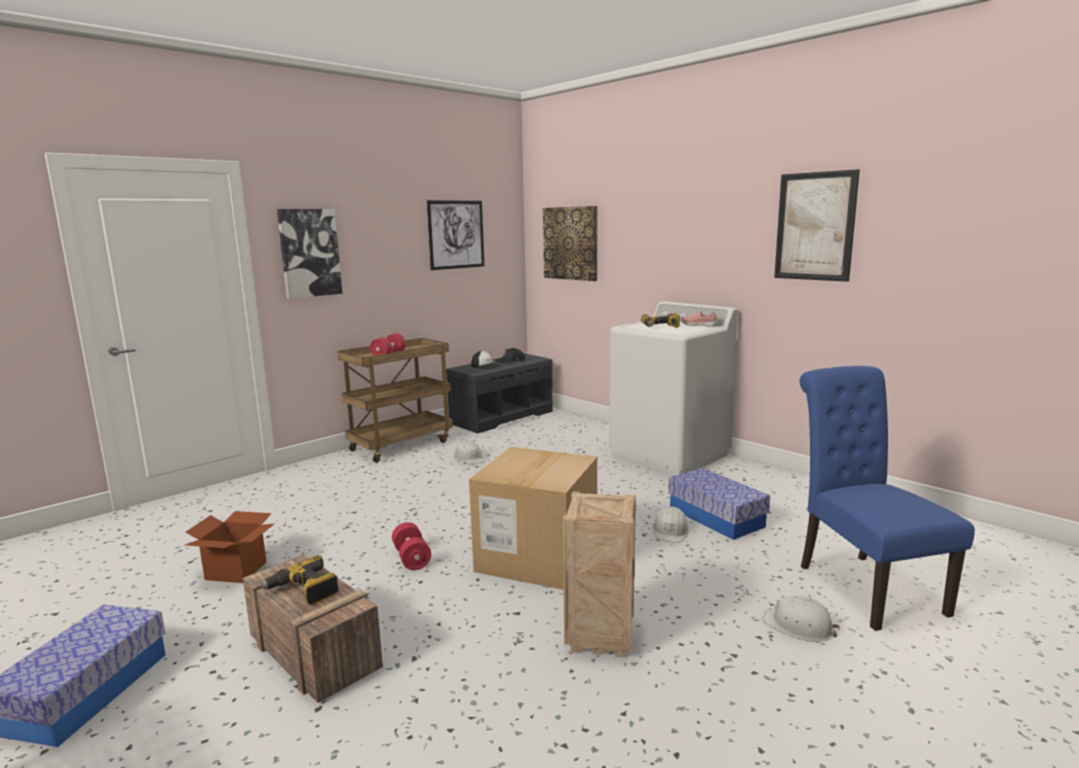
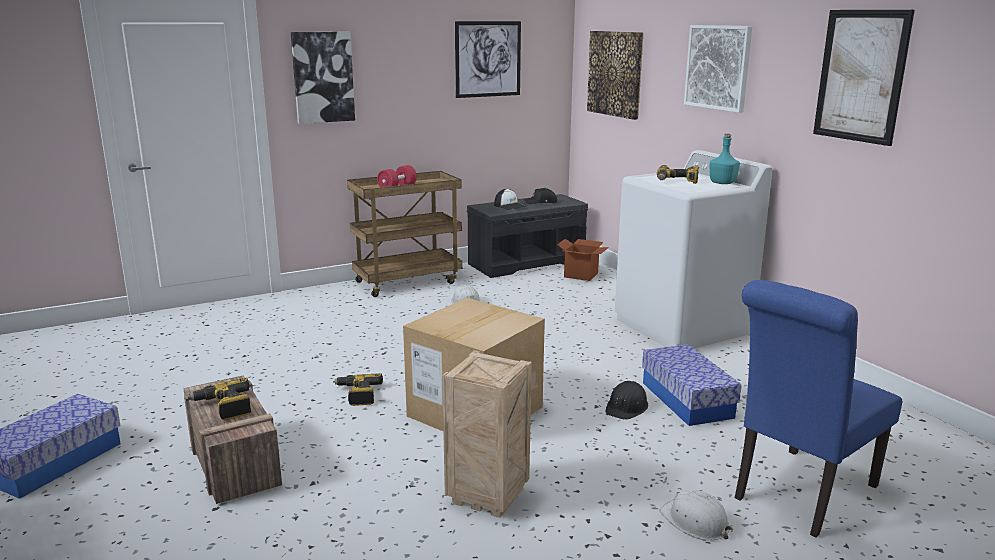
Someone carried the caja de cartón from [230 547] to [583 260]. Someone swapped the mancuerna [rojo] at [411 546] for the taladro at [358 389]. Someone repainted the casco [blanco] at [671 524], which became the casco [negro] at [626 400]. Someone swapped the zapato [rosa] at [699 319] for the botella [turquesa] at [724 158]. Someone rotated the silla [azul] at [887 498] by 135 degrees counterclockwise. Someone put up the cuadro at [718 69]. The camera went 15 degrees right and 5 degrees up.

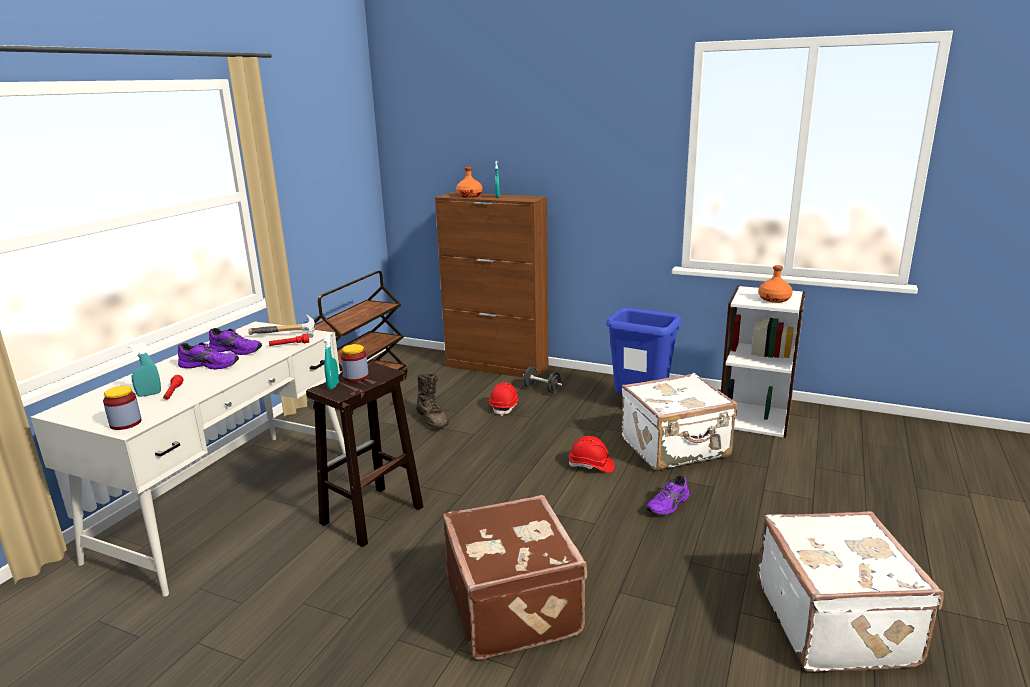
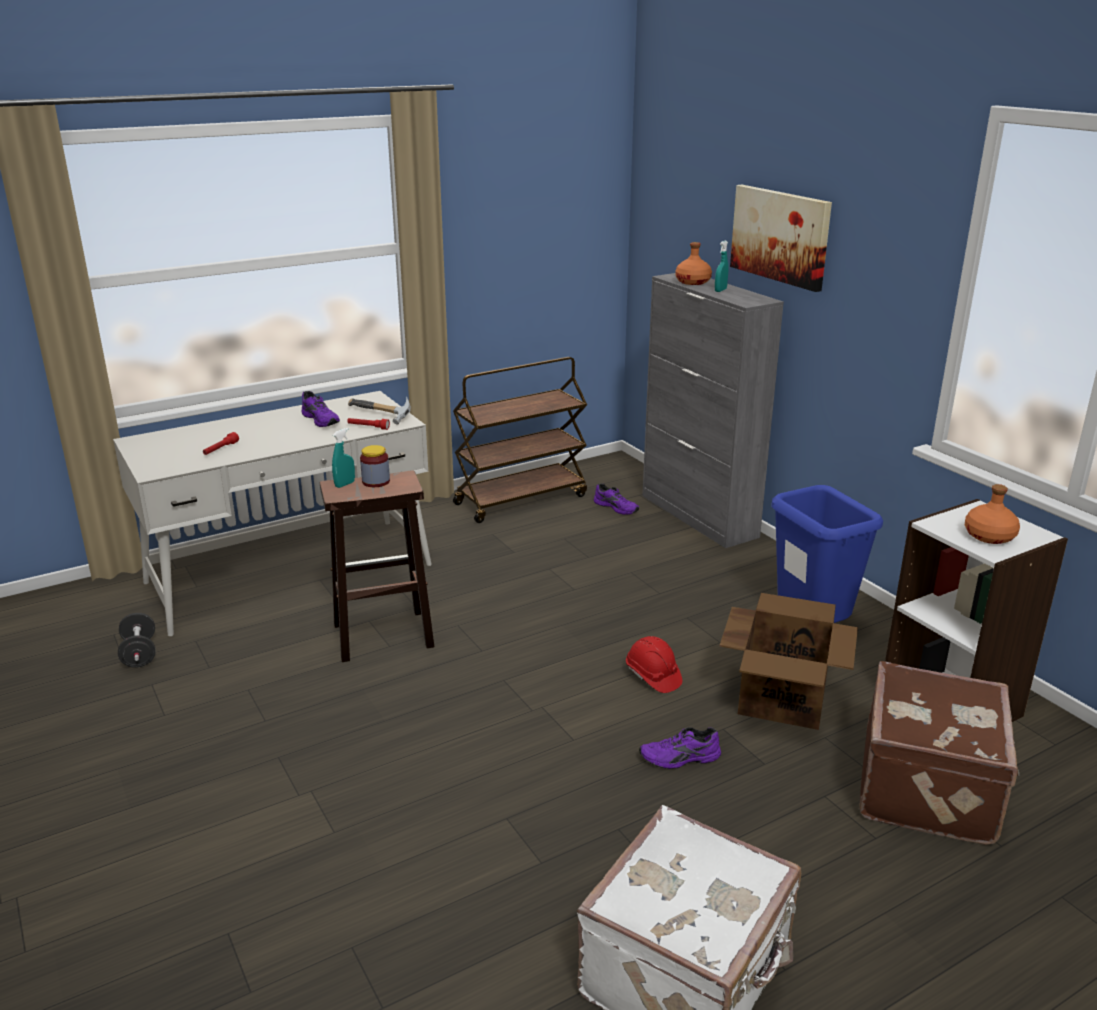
Someone took away the tarro at [122 408]. Someone took away the pulverizador [turquesa] at [144 370]. Someone carried the zapato [morado] from [208 356] to [616 499]. Someone took away the bota [marrón] at [432 401]. Someone repainted the armario [marrón] at [491 285], which became the armario [gris] at [713 410]. Someone carried the maleta [marrón] from [515 577] to [939 753]. Someone took away the casco [rojo] at [504 399]. Someone carried the mancuerna [negro] from [542 380] to [137 640]. Someone swapped the maleta [blanco] at [679 421] for the caja de cartón at [789 661]. Someone put up the cuadro at [781 238]. The camera went 35 degrees right and 5 degrees up.

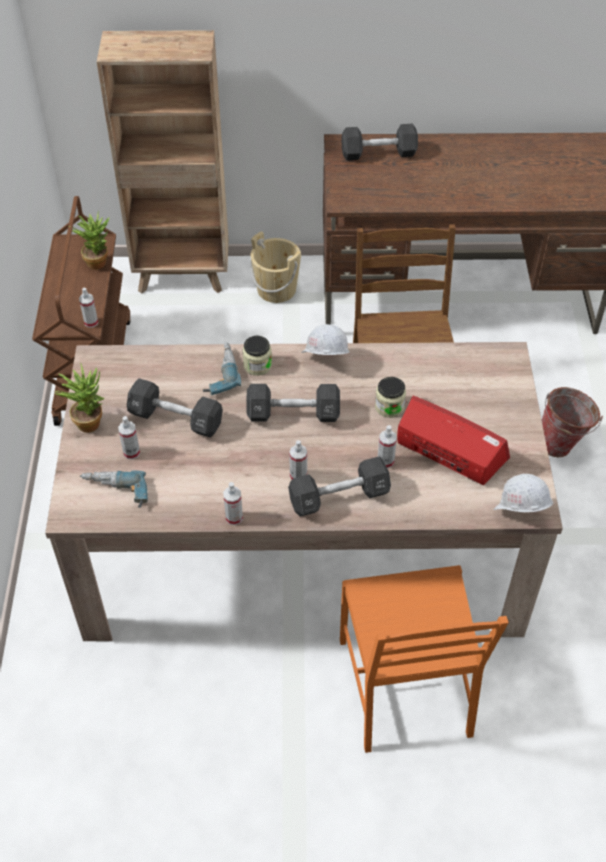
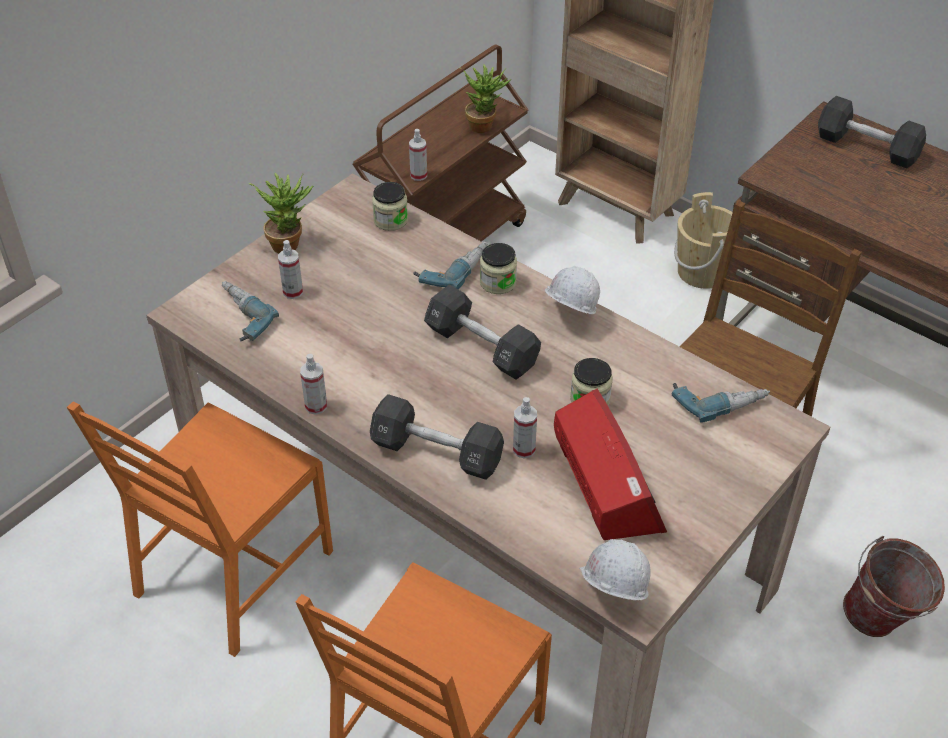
Someone took away the mancuerna [negro] at [175 408]. Someone took away the pulverizador at [298 460]. Someone put down the silla [naranja] at [200 529]. Someone put down the tarro at [390 206]. Someone put down the taladro at [721 403]. The camera went 40 degrees right and 5 degrees down.

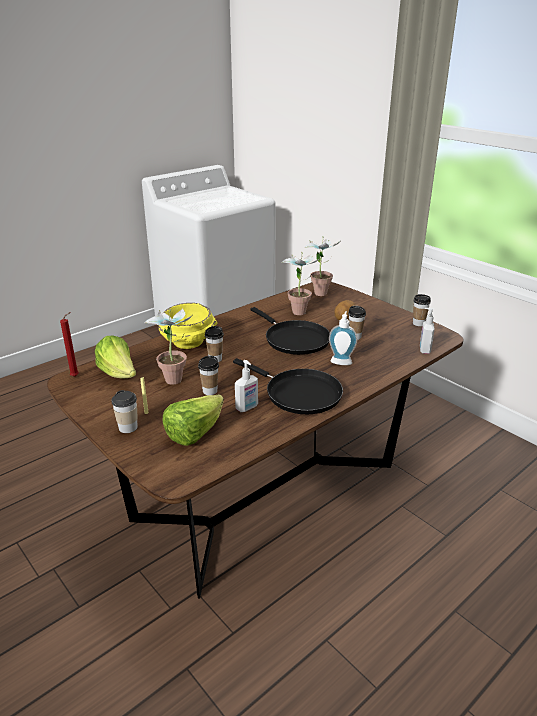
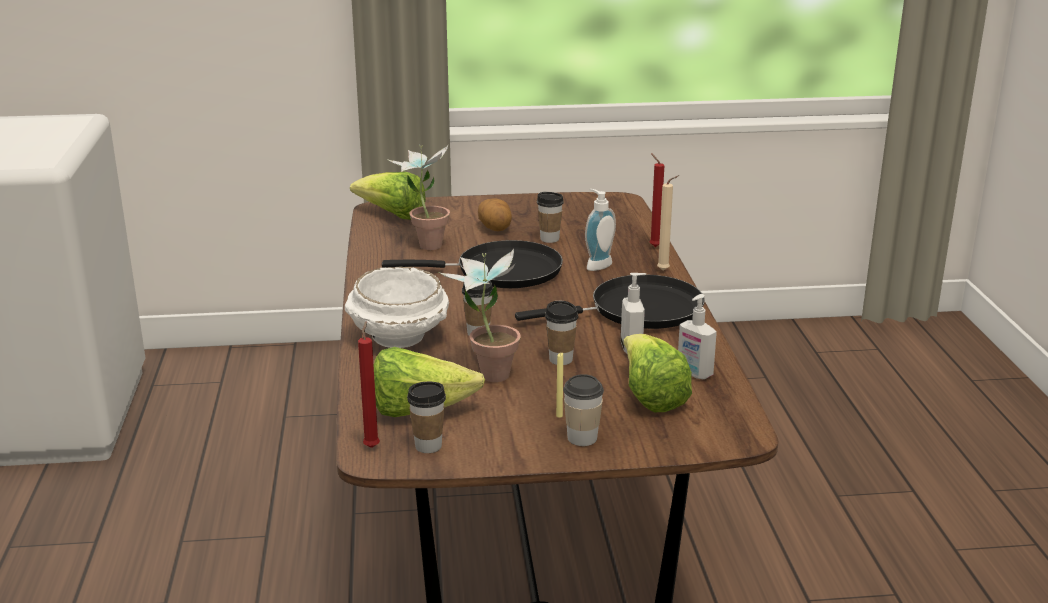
Someone repainted the cuenco [amarillo] at [188 326], which became the cuenco [blanco] at [397 307]. Someone swapped the planta en maceta at [322 266] for the lechuga at [388 196]. Someone carried the taza from [422 310] to [426 417]. Someone carried the dispensador de jabón from [427 331] to [697 336]. Someone put down the vela [rojo] at [657 200]. Someone put down the vela [beis] at [668 222]. The camera went 55 degrees left and 5 degrees down.

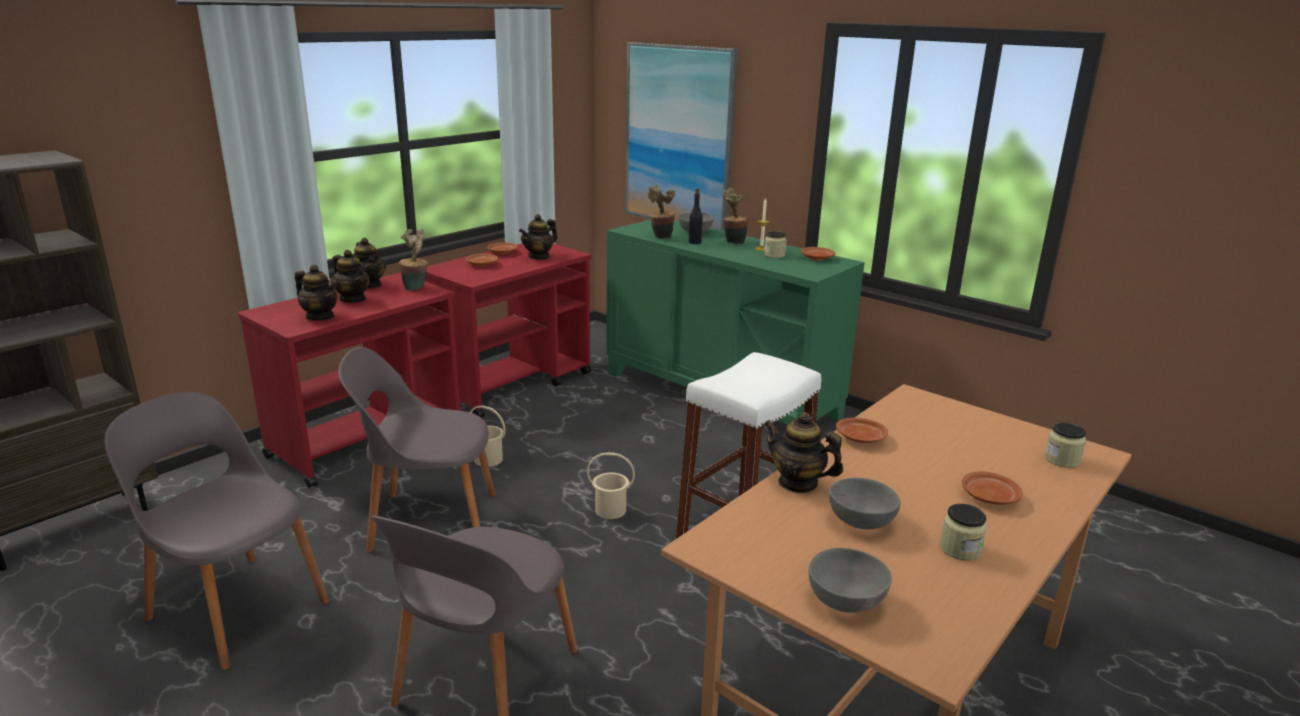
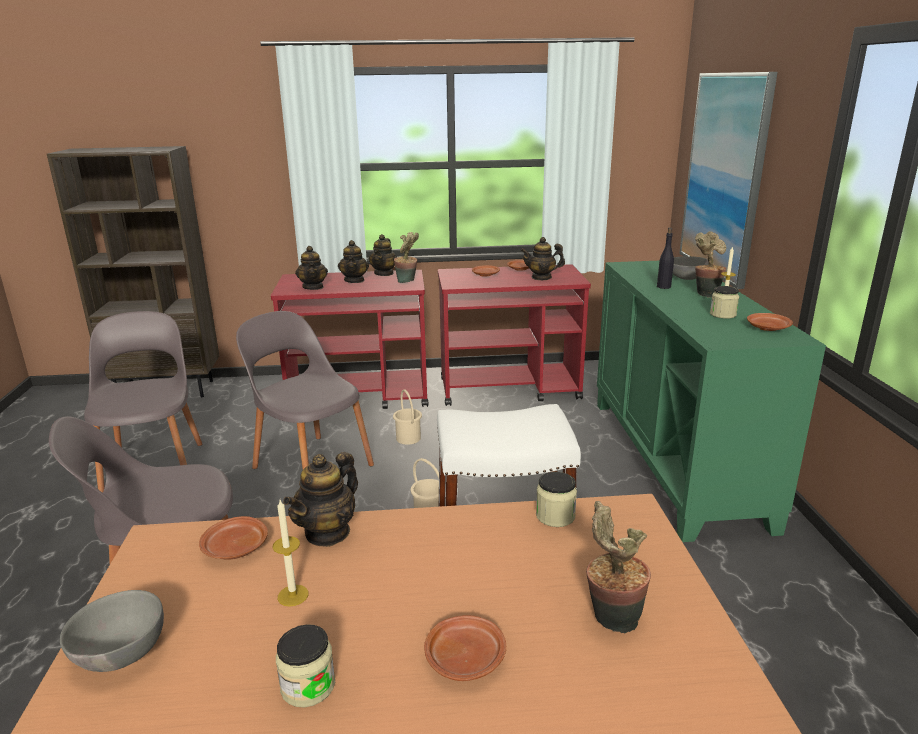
Someone carried the planta en maceta from [661 212] to [618 567]. Someone rotated the tetera at [803 452] by 135 degrees counterclockwise. Someone swapped the cuenco [gris] at [864 503] for the vela at [290 553]. Someone carried the plato [marrón] from [862 430] to [233 538]. Someone carried the tarro from [1065 445] to [556 499]. The camera went 45 degrees right and 0 degrees up.

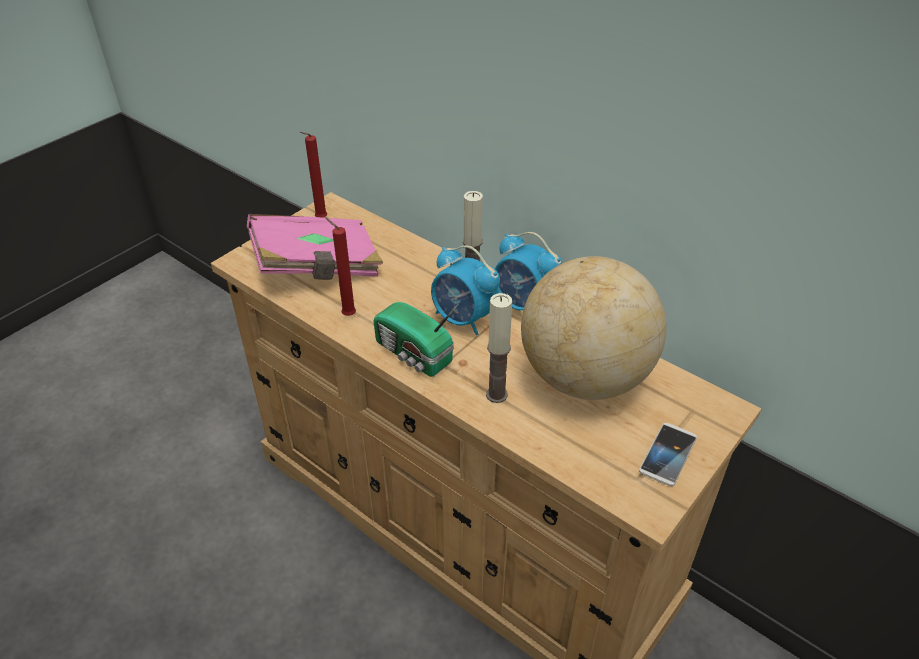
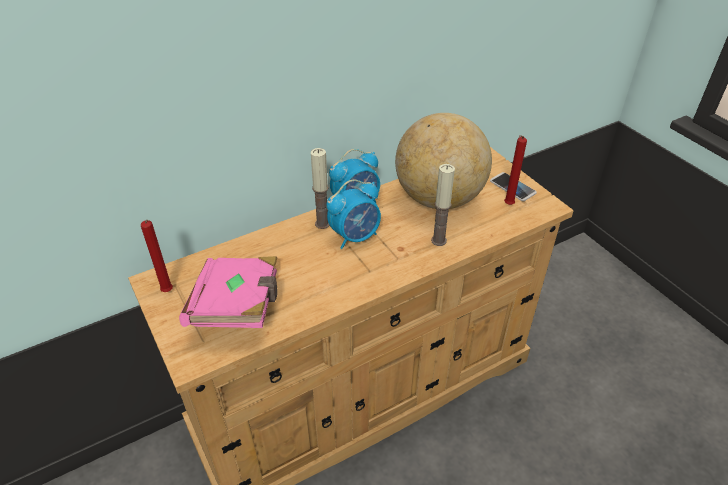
Someone carried the vela [rojo] from [340 266] to [515 170]. Someone took away the radio at [416 339]. The camera went 70 degrees left and 0 degrees up.

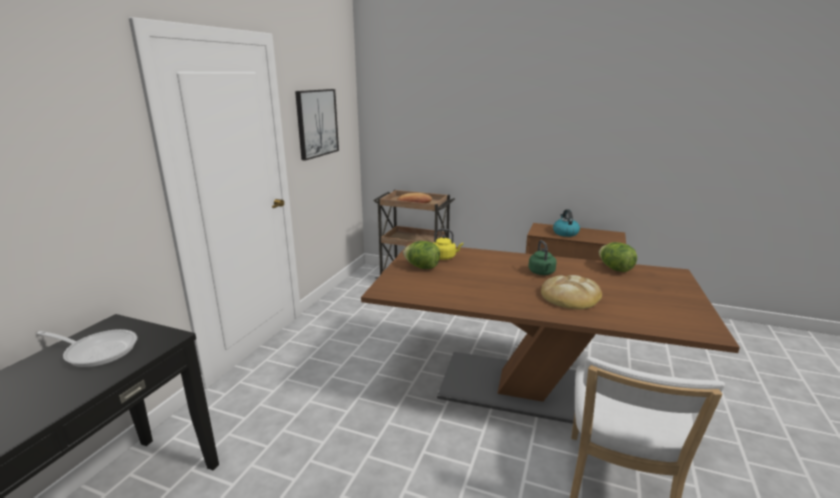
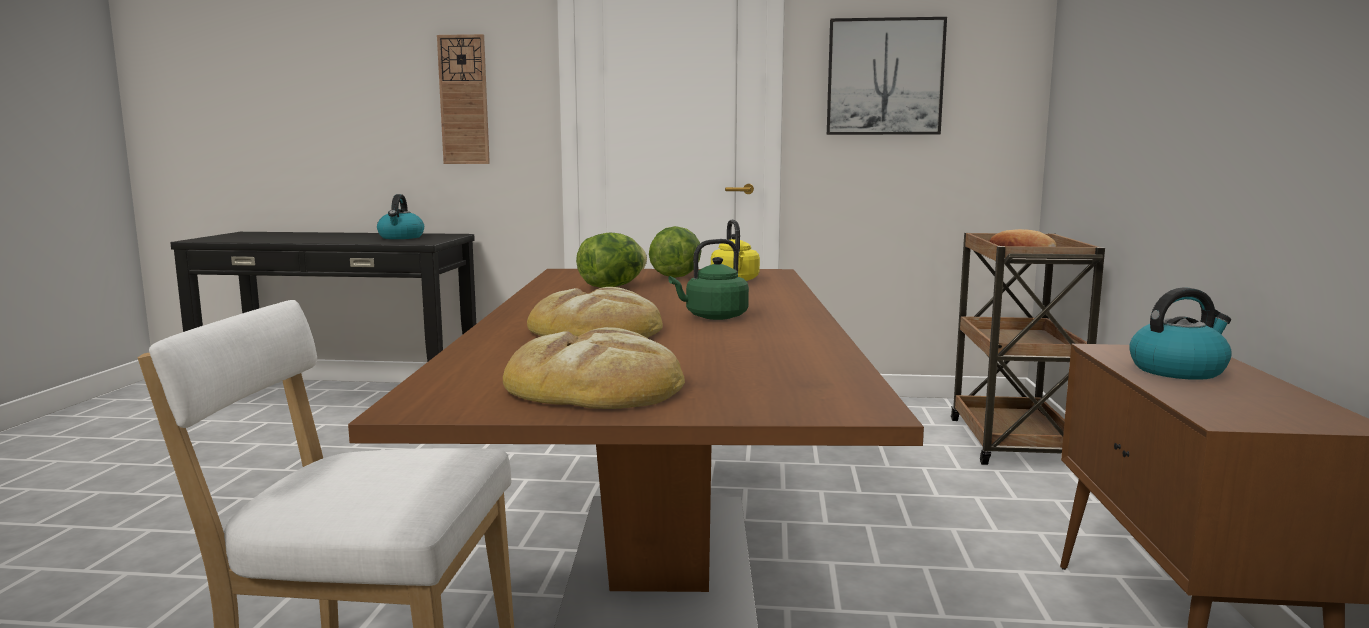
Someone swapped the sartén at [87 348] for the hervidor at [400 216]. Someone carried the lechuga from [618 257] to [611 260]. Someone put up the reloj de pared at [463 99]. Someone put down the pan at [594 368]. The camera went 75 degrees right and 10 degrees down.

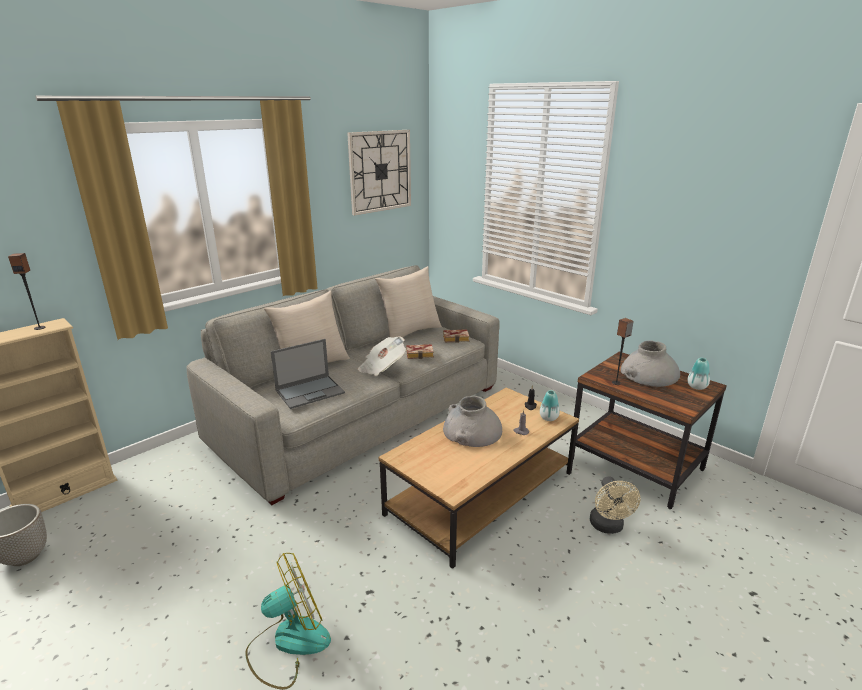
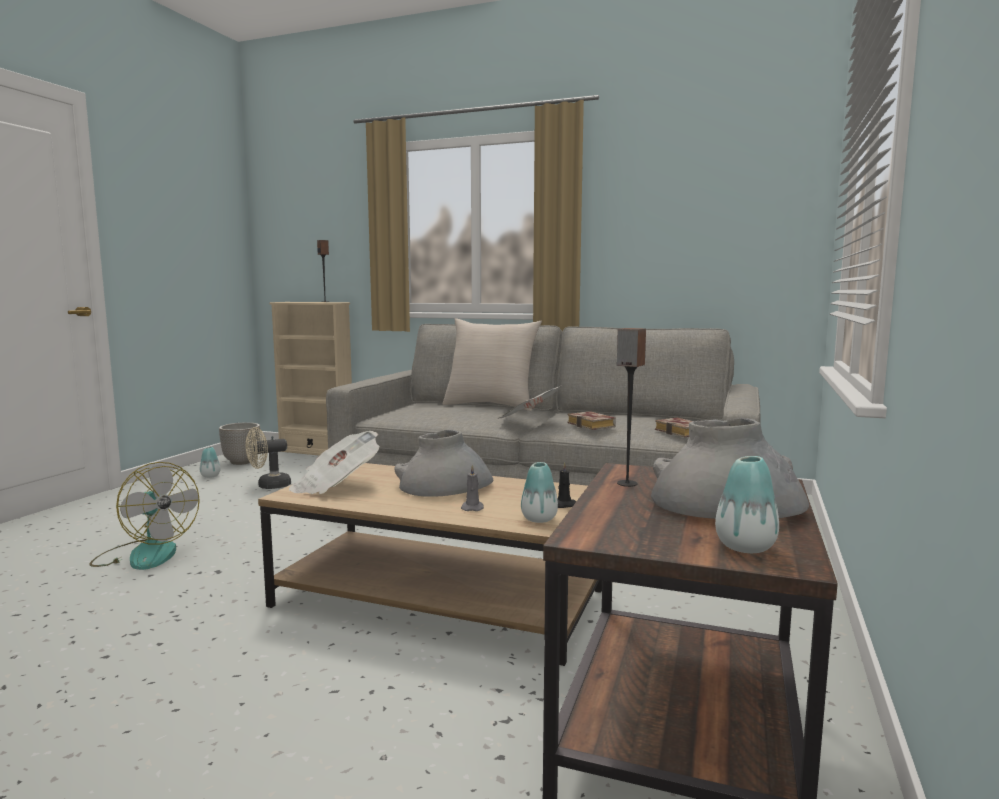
Someone took away the portátil at [308 374]. Someone took away the reloj de pared at [379 172]. Someone took away the cojín [beis] at [408 302]. Someone carried the ventilador [beis] from [615 505] to [268 458]. Someone put down the florero at [210 462]. Someone put down the periódico at [334 462]. The camera went 65 degrees right and 15 degrees down.

